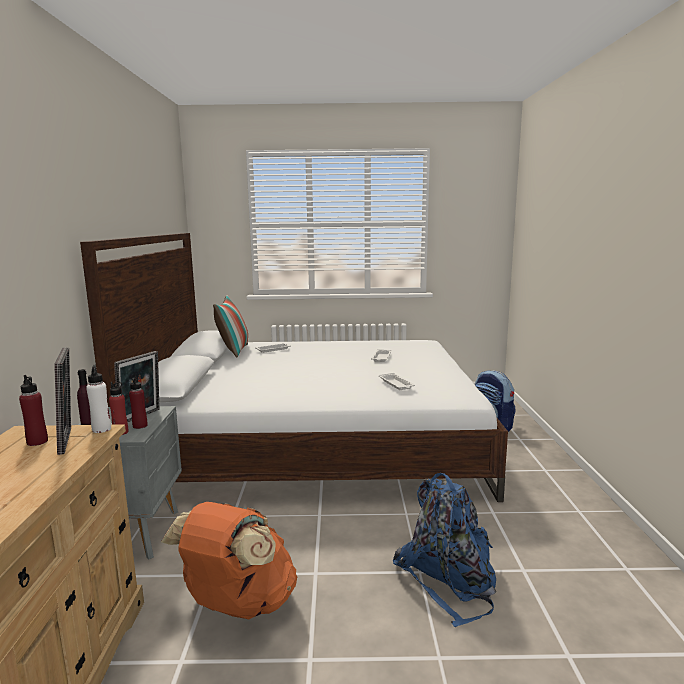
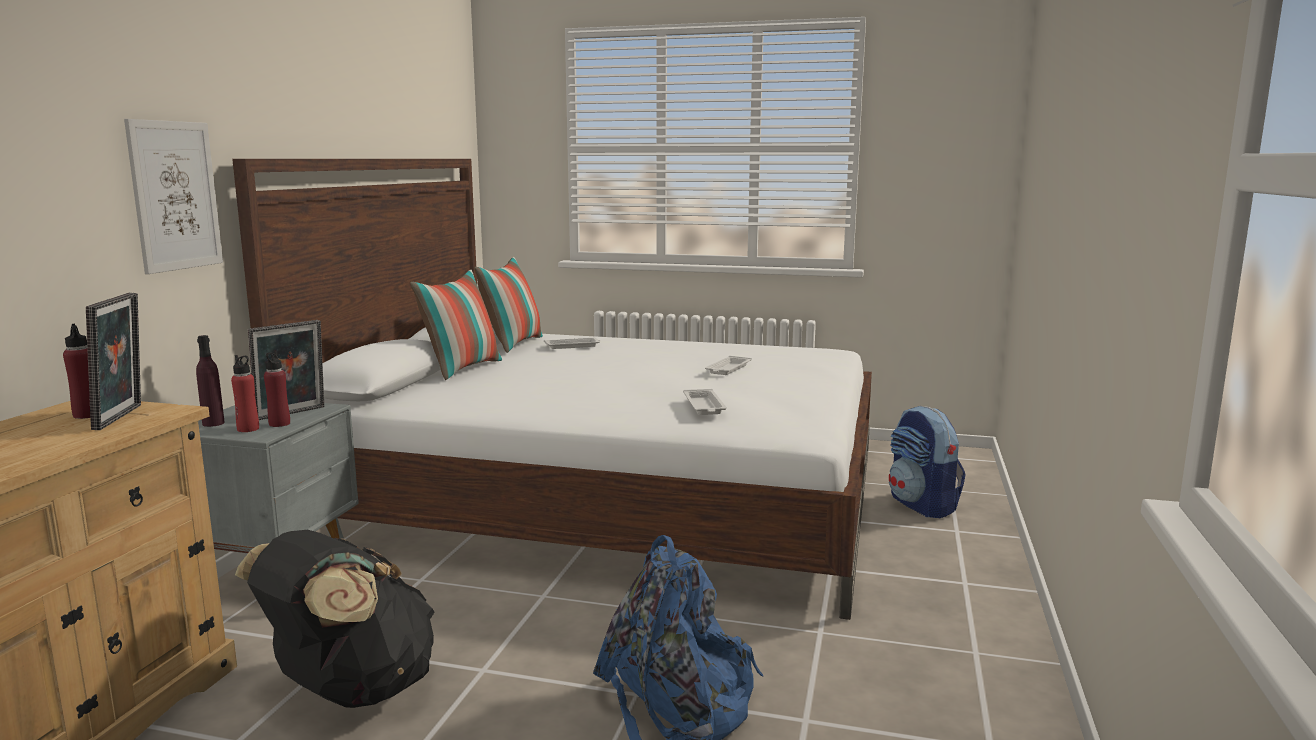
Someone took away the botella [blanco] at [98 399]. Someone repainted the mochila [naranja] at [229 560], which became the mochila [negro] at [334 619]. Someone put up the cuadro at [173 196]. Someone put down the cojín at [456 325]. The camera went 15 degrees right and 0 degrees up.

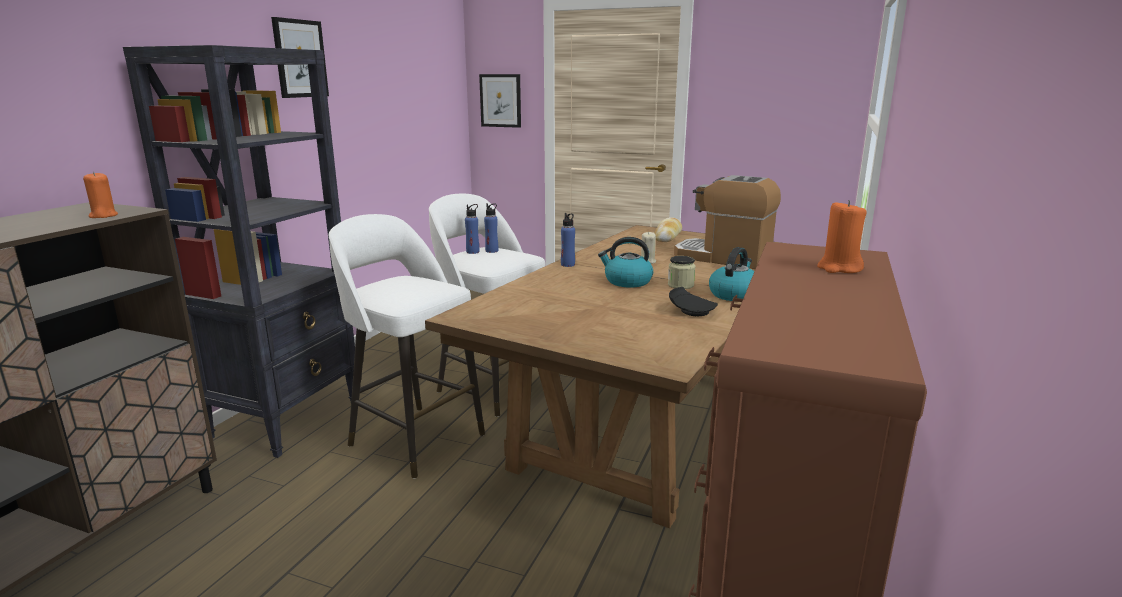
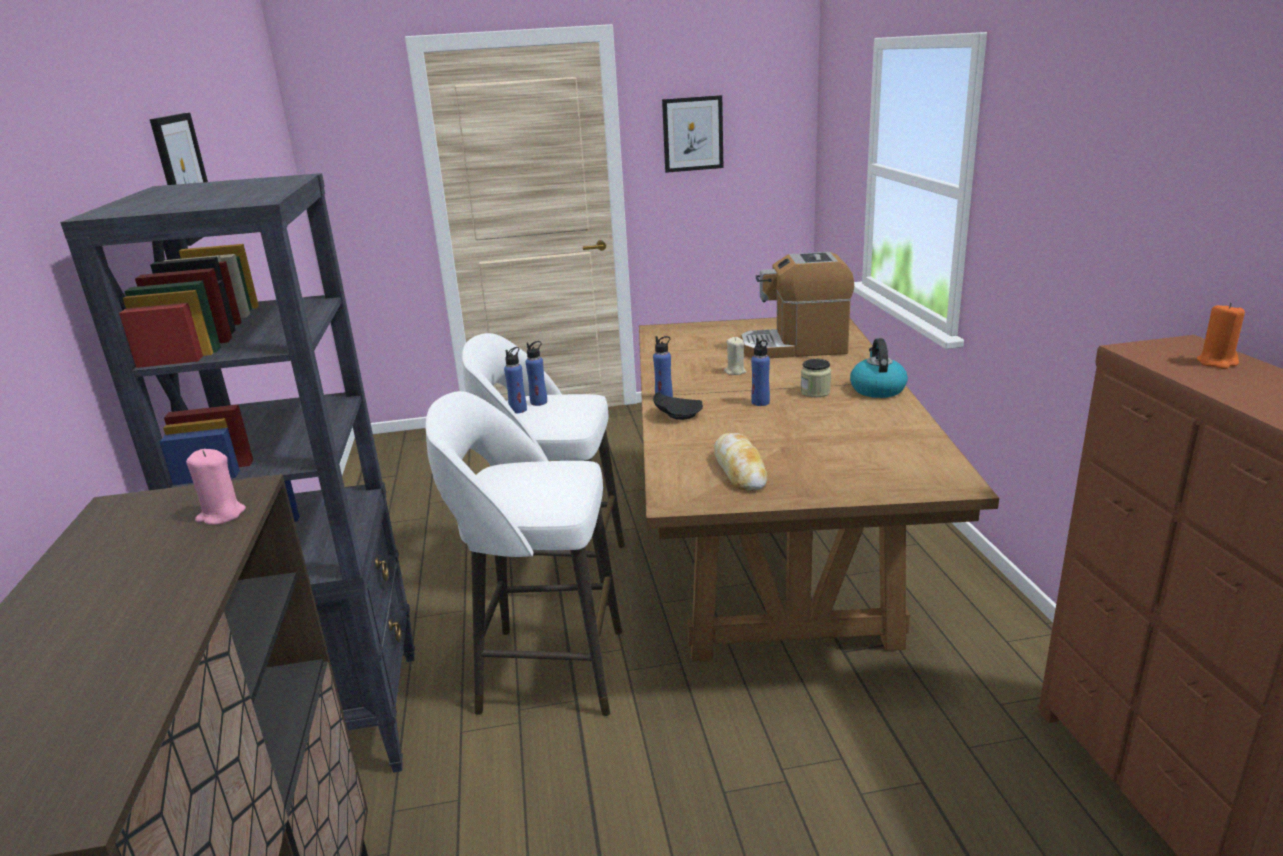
Someone repainted the vela [naranja] at [100 195], which became the vela [rosa] at [216 487]. Someone carried the cuadro from [500 101] to [692 134]. Someone swapped the hervidor at [625 262] for the botella [azul] at [760 372]. Someone carried the pan from [668 229] to [740 462]. Someone carried the plato [negro] from [693 301] to [678 405]. The camera went 30 degrees left and 5 degrees up.

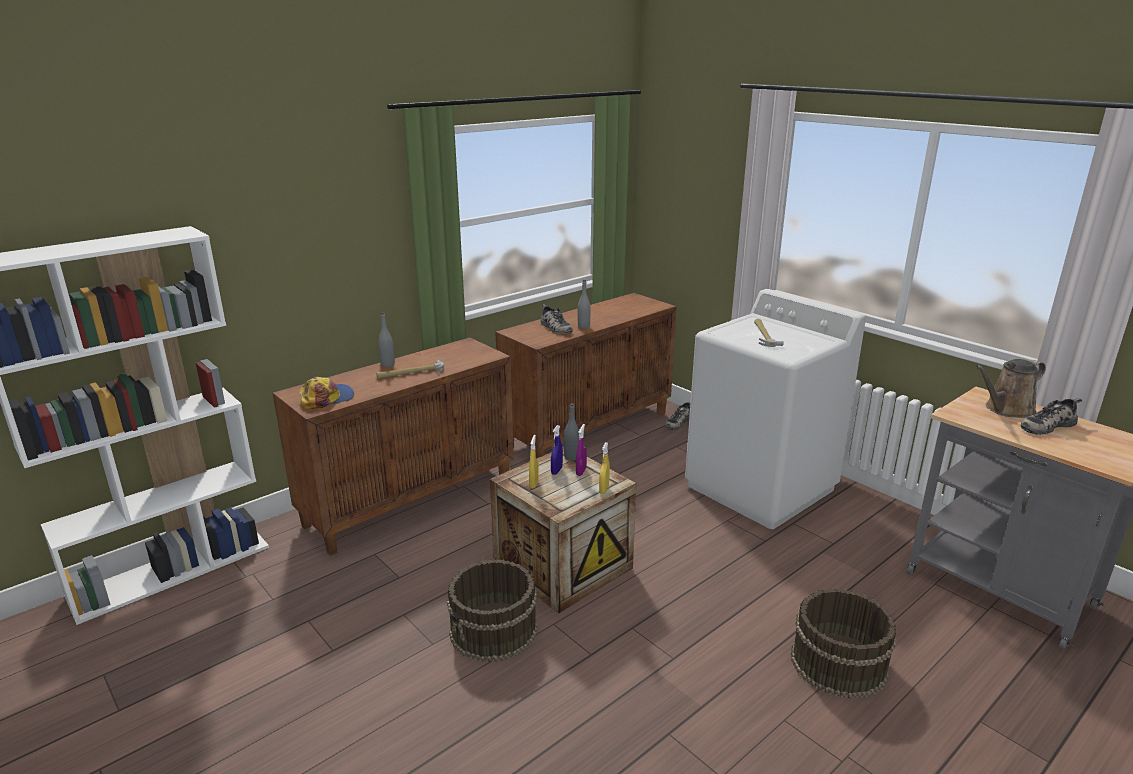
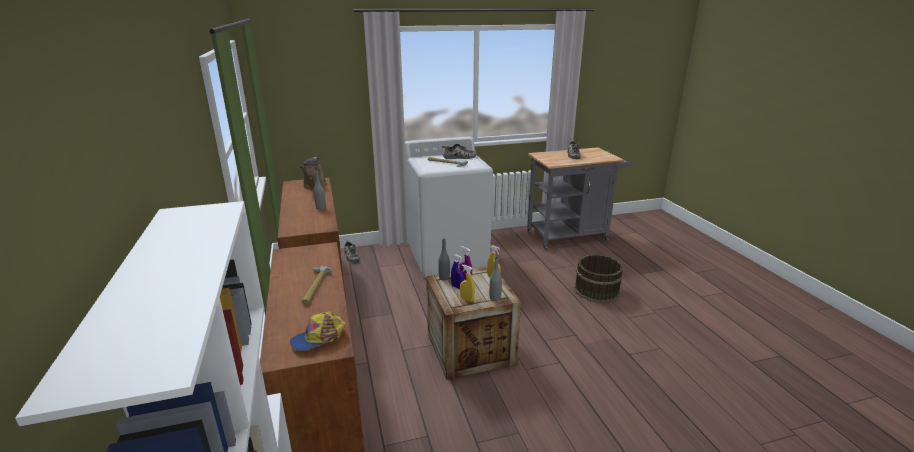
Someone rotated the gorra at [326 393] by 120 degrees counterclockwise. Someone carried the botella [gris] from [386 339] to [495 279]. Someone took away the cubo [marrón] at [492 610]. Someone carried the zapato from [556 319] to [459 151]. Someone carried the regadera [marrón] from [1010 388] to [313 173]. The camera went 65 degrees left and 0 degrees up.

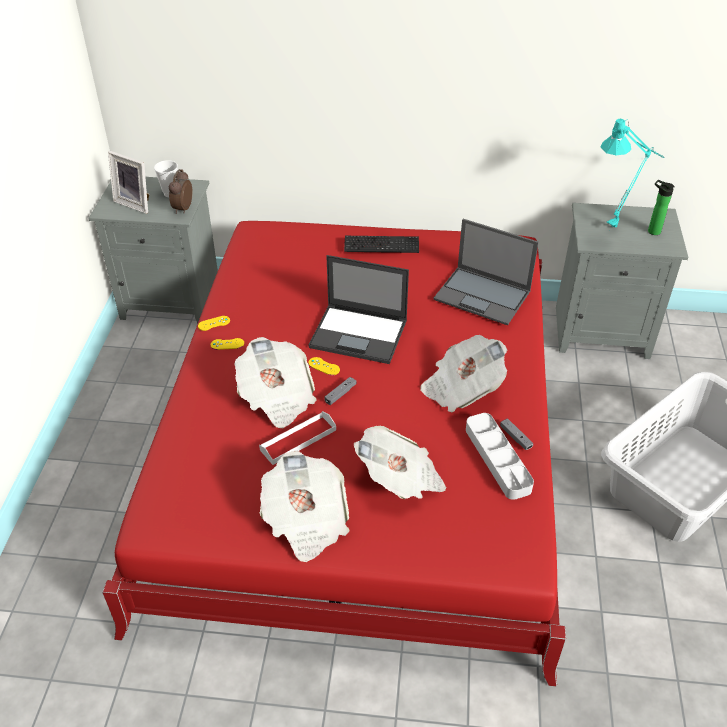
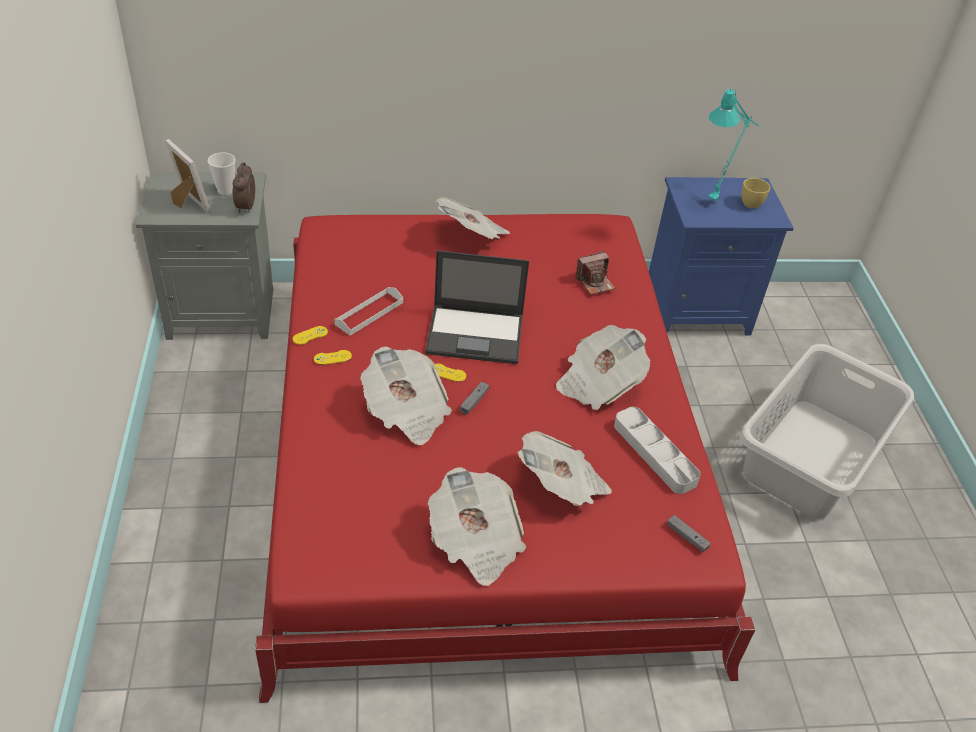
Someone rotated the portarretratos at [128 182] by 150 degrees counterclockwise. Someone carried the bandeja [blanco] from [297 438] to [368 311]. Someone swapped the teclado at [381 244] for the periódico at [473 218]. Someone swapped the portátil at [486 272] for the cámara at [595 273]. Someone carried the mando de consola [gris] from [516 434] to [689 533]. Someone repainted the mesita de noche [gris] at [622 281], which became the mesita de noche [azul] at [721 256]. Someone swapped the botella at [661 207] for the taza [amarillo] at [755 193]. The camera went 15 degrees left and 0 degrees up.

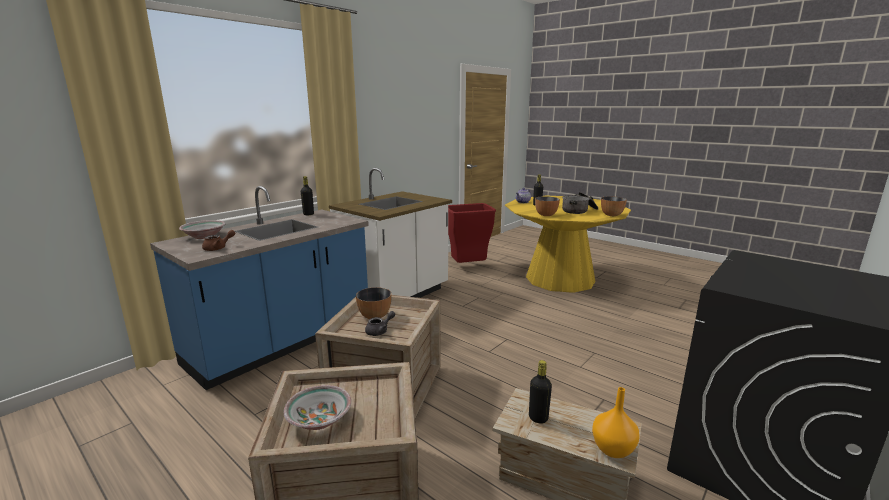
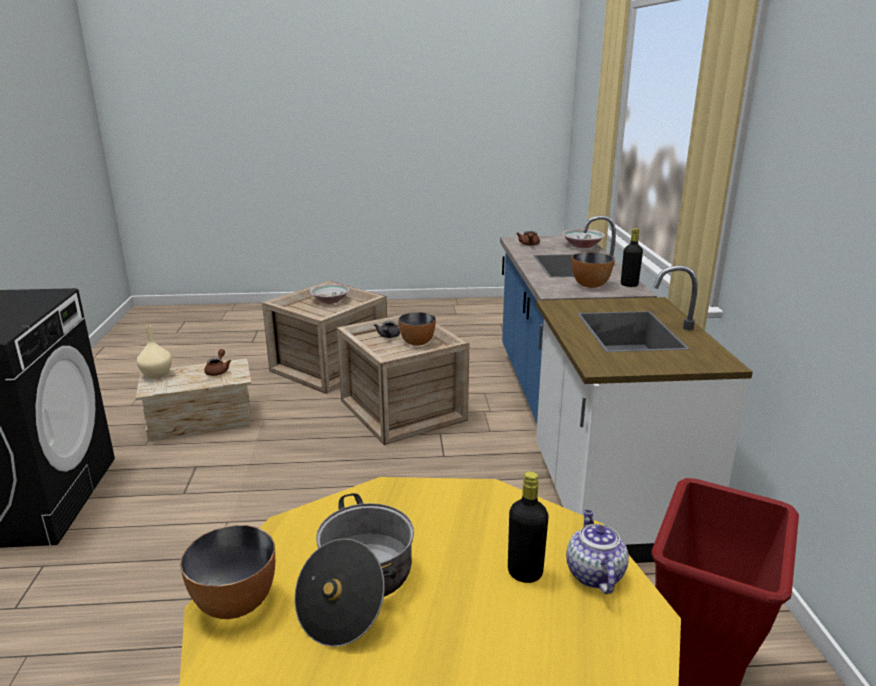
Someone swapped the botella [negro] at [540 392] for the tetera [marrón] at [217 362]. Someone carried the cuenco from [547 206] to [593 270]. Someone repainted the florero [naranja] at [616 422], which became the florero [beis] at [154 352]. The camera went 135 degrees right and 5 degrees up.

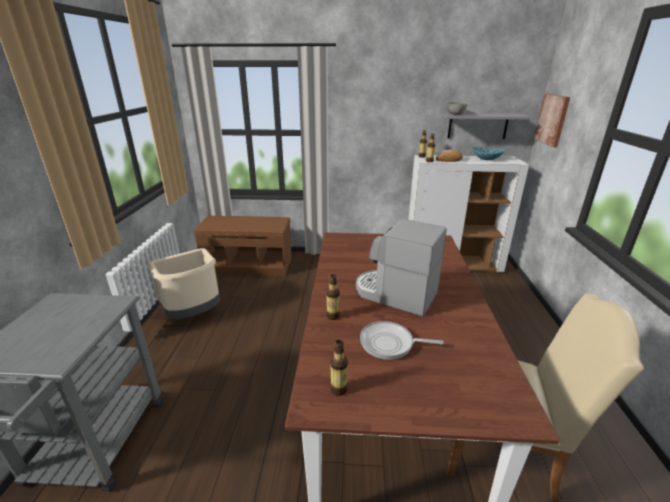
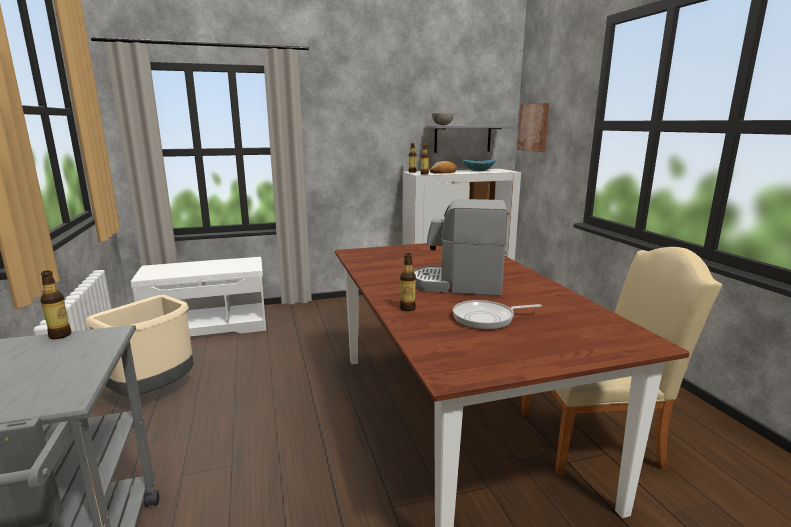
Someone repainted the banco [marrón] at [243 246], which became the banco [blanco] at [198 297]. Someone carried the botella from [339 368] to [55 304]. The camera went 20 degrees left and 10 degrees down.

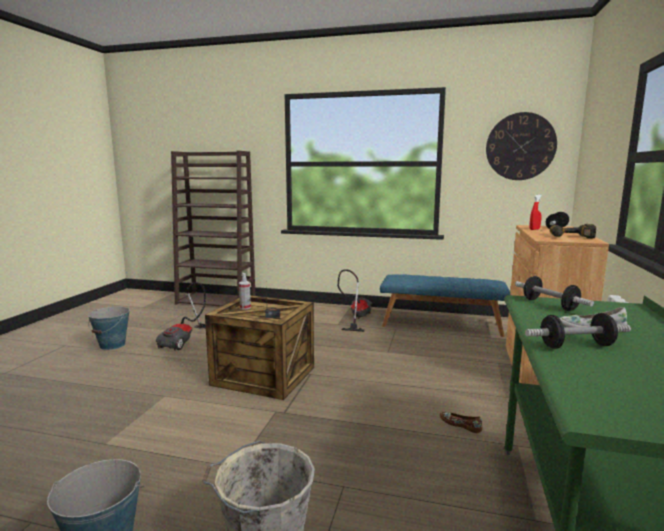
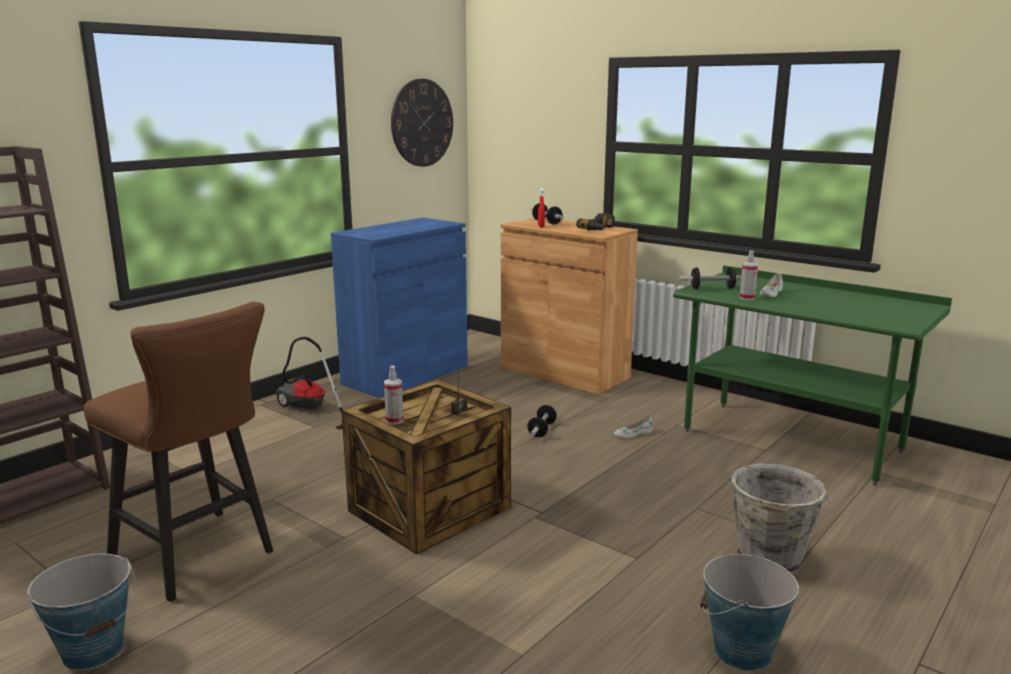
Someone swapped the aspiradora at [181 316] for the taburete [marrón] at [178 452]. Someone swapped the banco [azul] at [445 305] for the armario [azul] at [399 308]. Someone repainted the zapato [marrón] at [461 422], which became the zapato [blanco] at [633 427]. Someone carried the mancuerna from [578 331] to [542 421]. Someone put down the pulverizador at [748 275]. The camera went 65 degrees left and 5 degrees up.

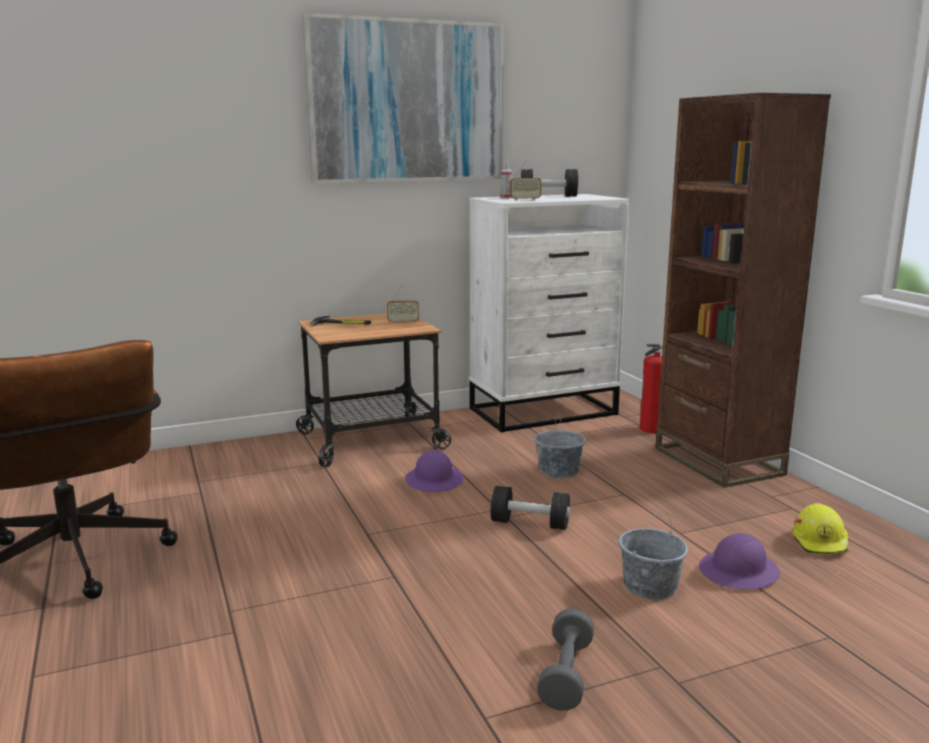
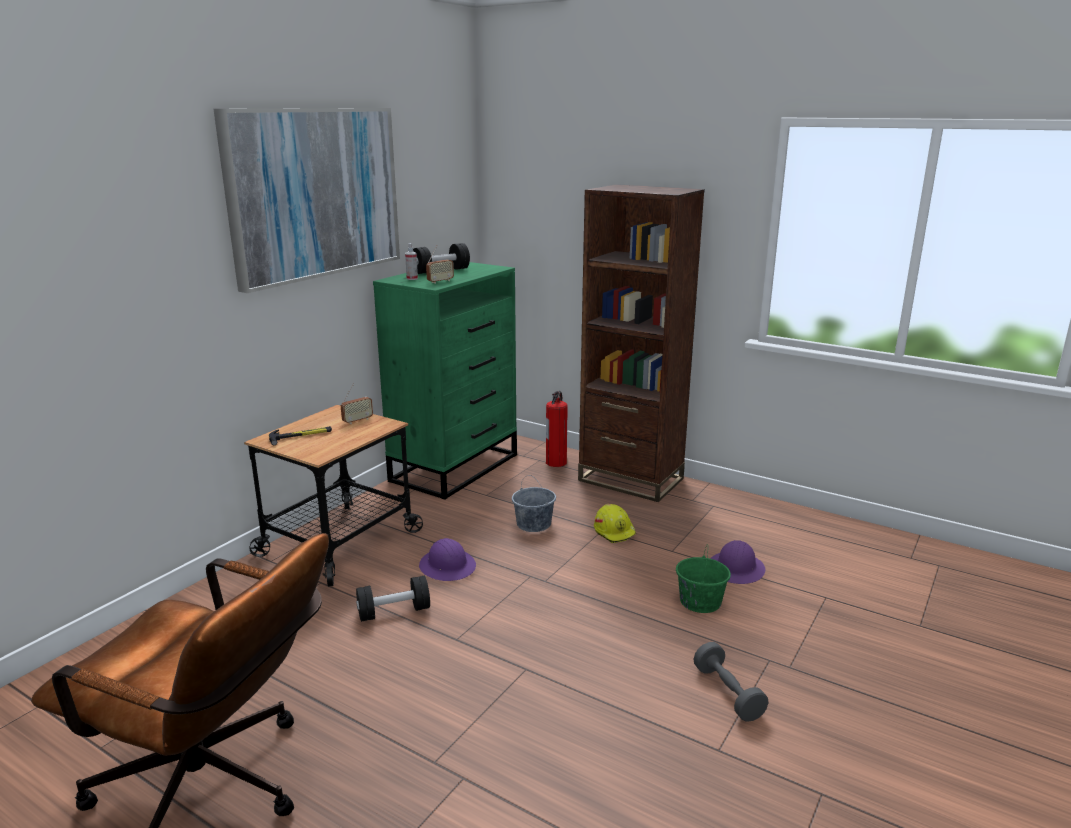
Someone repainted the cómoda [blanco] at [549 313], which became the cómoda [verde] at [445 381]. Someone carried the mancuerna [negro] from [530 508] to [393 599]. Someone repainted the cubo [gris] at [653 555], which became the cubo [verde] at [703 578]. Someone carried the casco [amarillo] from [821 529] to [615 523]. The camera went 35 degrees left and 5 degrees up.

